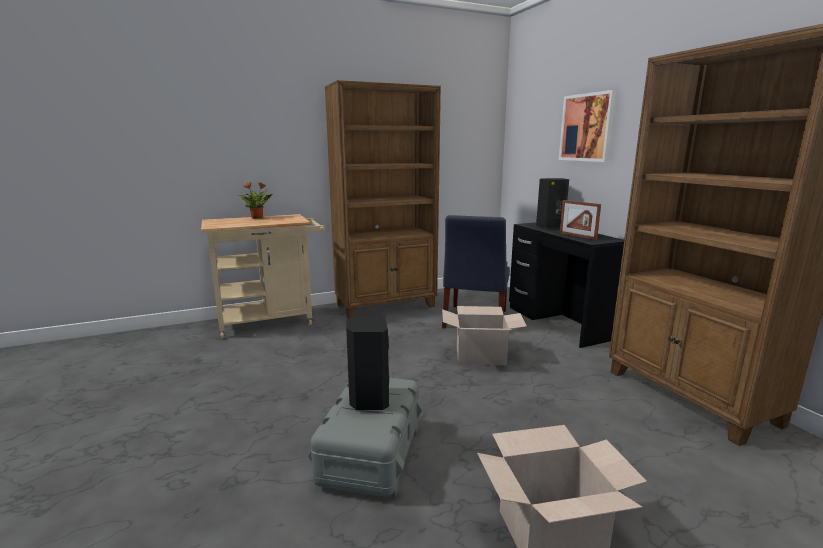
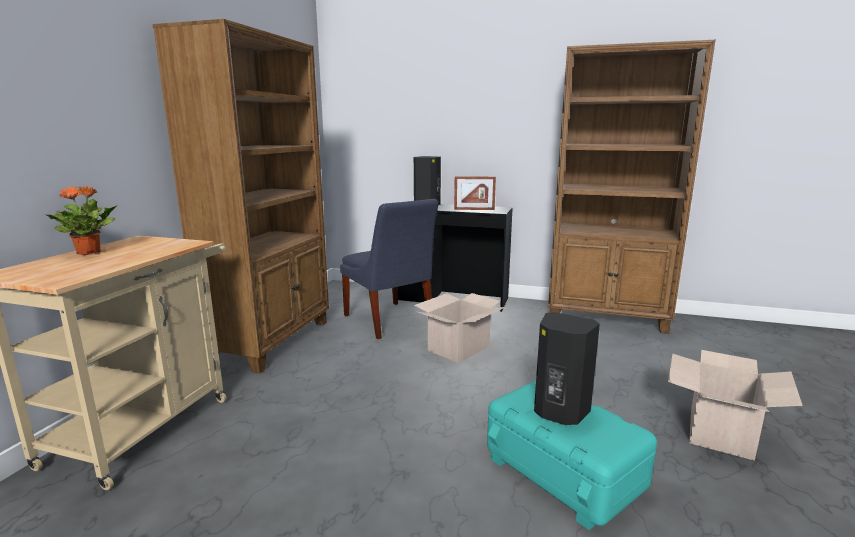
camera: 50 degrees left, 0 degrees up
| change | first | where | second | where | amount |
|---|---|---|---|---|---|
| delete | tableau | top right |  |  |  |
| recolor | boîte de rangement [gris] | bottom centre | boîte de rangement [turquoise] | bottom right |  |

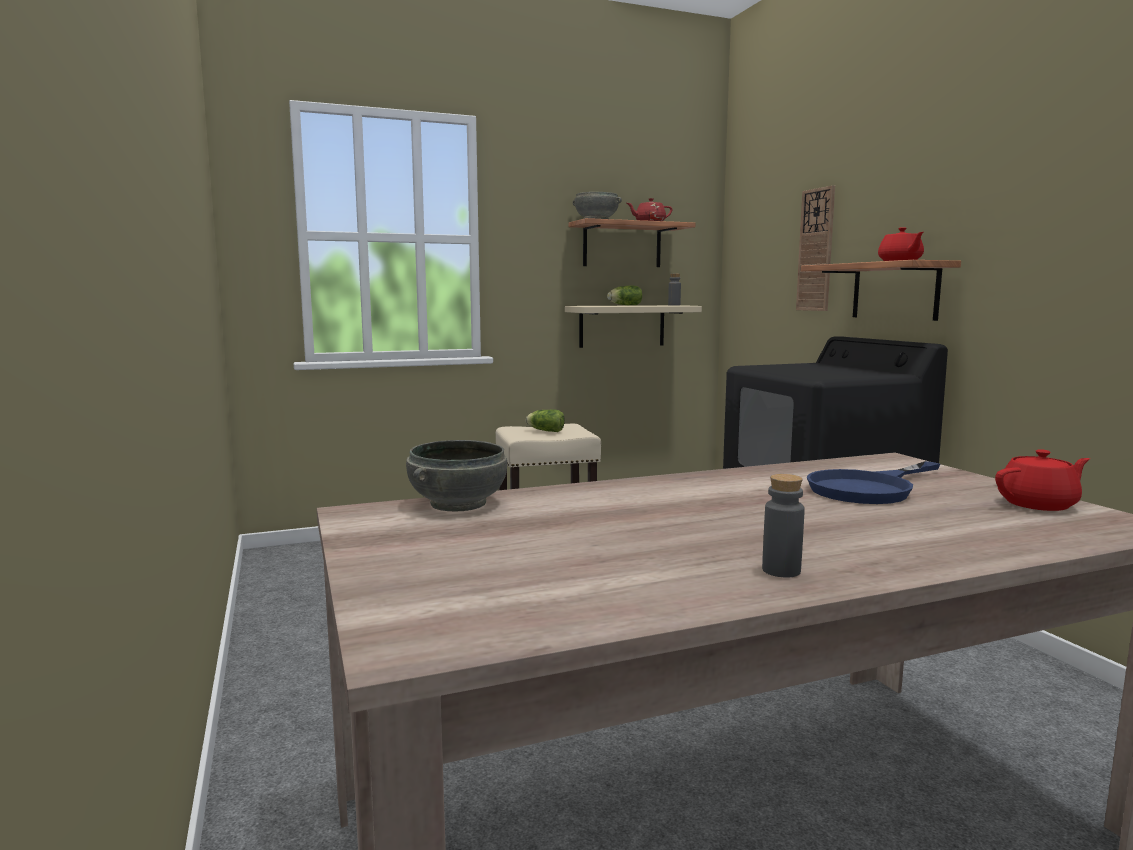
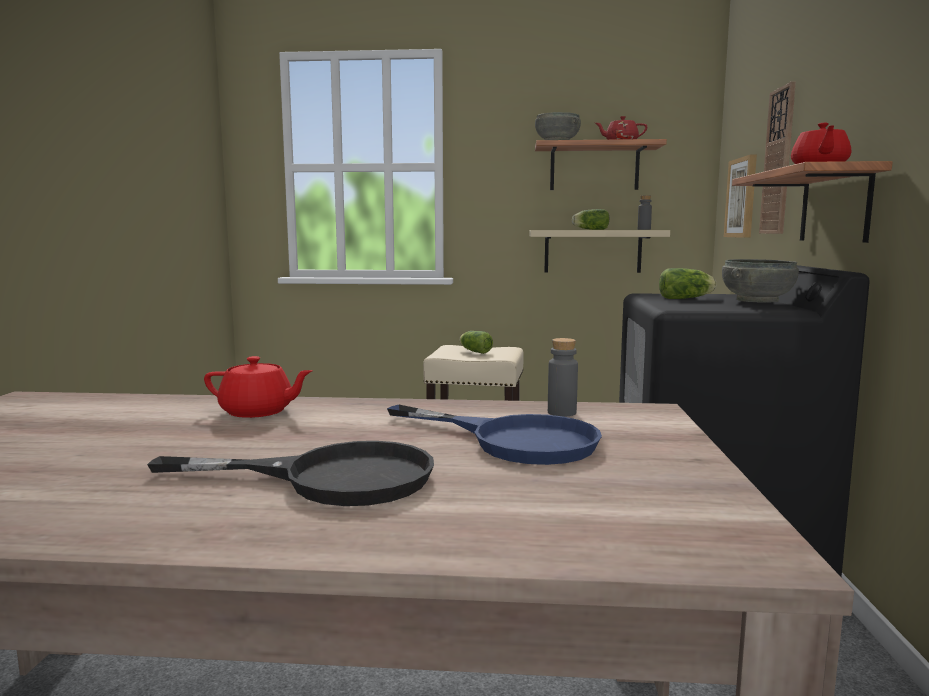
camera: 25 degrees right, 0 degrees up
| change | first | where | second | where | amount |
|---|---|---|---|---|---|
| insert |  |  | poêle [noir] | bottom left |  |
| insert |  |  | laitue (3rd from left) | middle right |  |
| insert |  |  | tableau | top right |  |
| move | bol [gris] (1st from left in the first image) | centre | bol [gris] (2nd from left) | middle right |  |
| move | bouteille [gris] (2nd from left in the first image) | middle right | bouteille [gris] (1st from left) | centre |  |
| move | théière [rouge] (3rd from left in the first image) | middle right | théière [rouge] (1st from left) | middle left |  |
| rotate | poêle [bleu] | middle right |  | centre | 135 degrees counterclockwise |

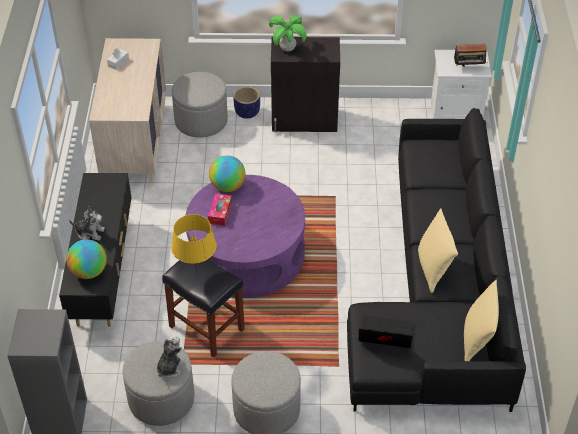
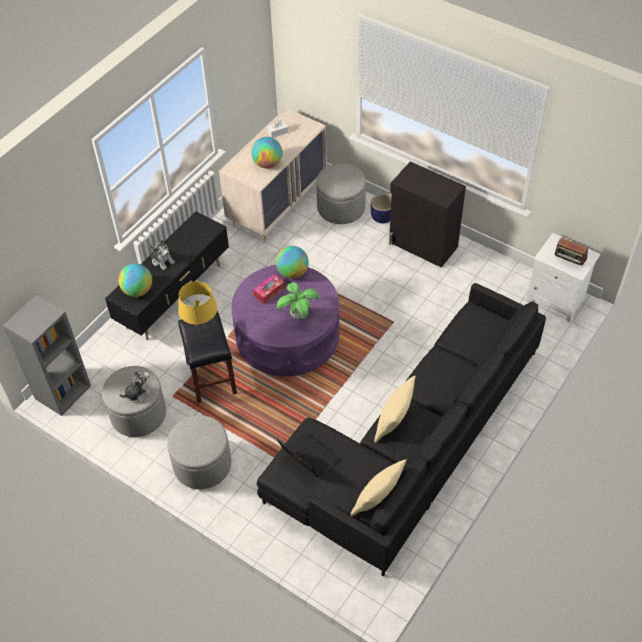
camera: 35 degrees right, 5 degrees up
| change | first | where | second | where | amount |
|---|---|---|---|---|---|
| insert |  |  | globe (2nd from left) | top centre |  |
| move | plante en pot | top centre |  | centre |  |

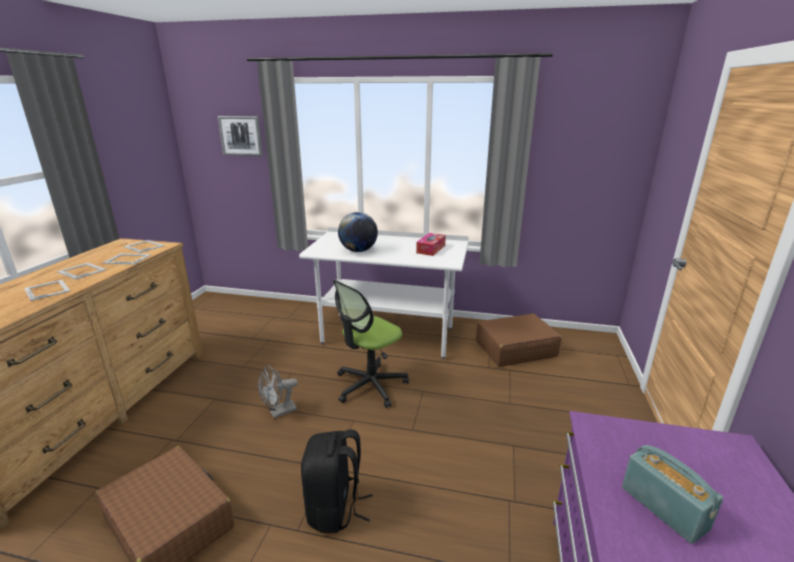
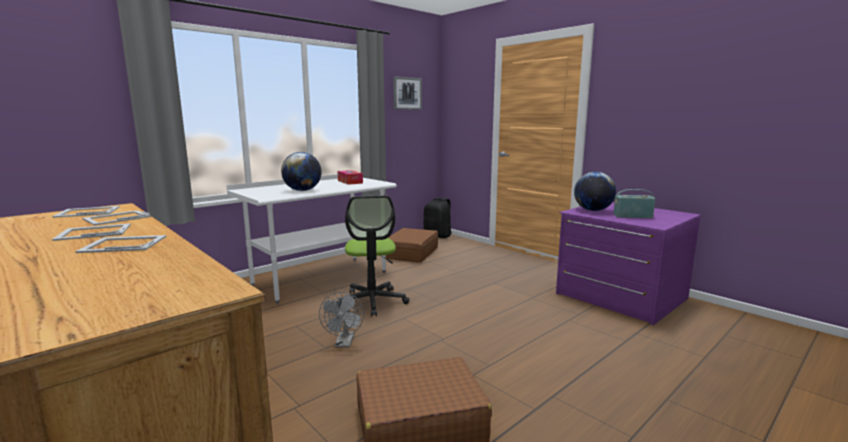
camera: 55 degrees left, 10 degrees down
| change | first | where | second | where | amount |
|---|---|---|---|---|---|
| insert |  |  | globe (2nd from left) | middle right |  |
| move | tableau | top left |  | top centre |  |
| move | sac à dos [noir] | bottom centre |  | centre |  |

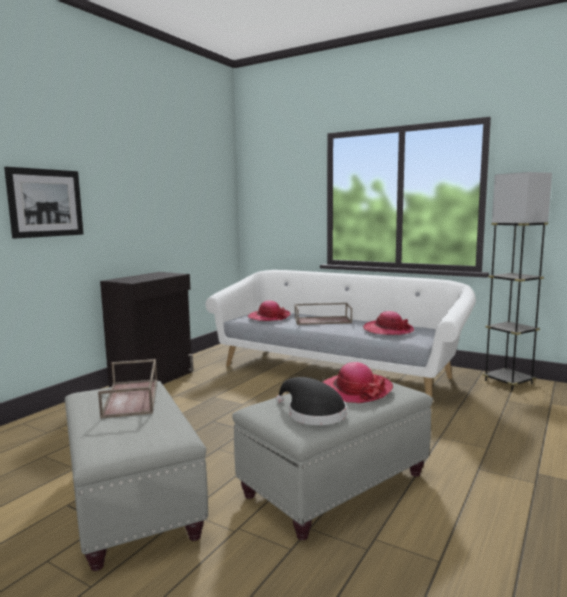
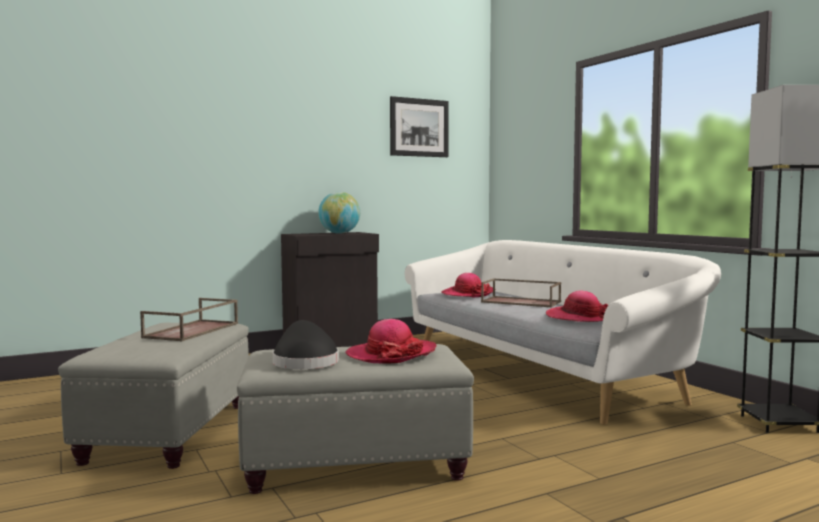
camera: 30 degrees right, 5 degrees down
| change | first | where | second | where | amount |
|---|---|---|---|---|---|
| insert |  |  | globe | centre |  |
| move | tableau | middle left |  | top centre |  |

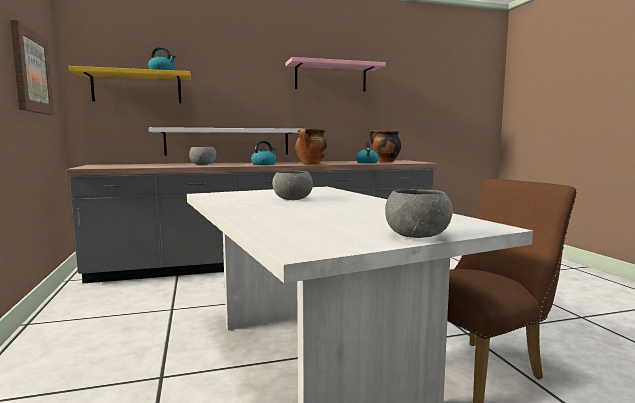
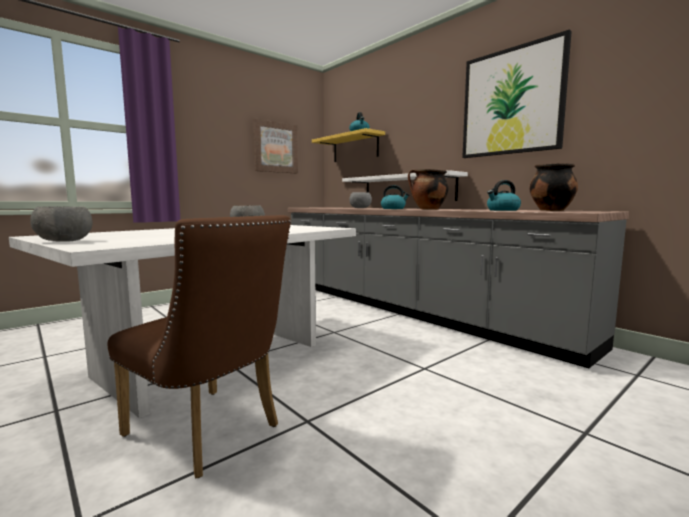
camera: 65 degrees right, 0 degrees up
| change | first | where | second | where | amount |
|---|---|---|---|---|---|
| replace | étagère [rose] | top centre | tableau (2nd from left) | top right |  |

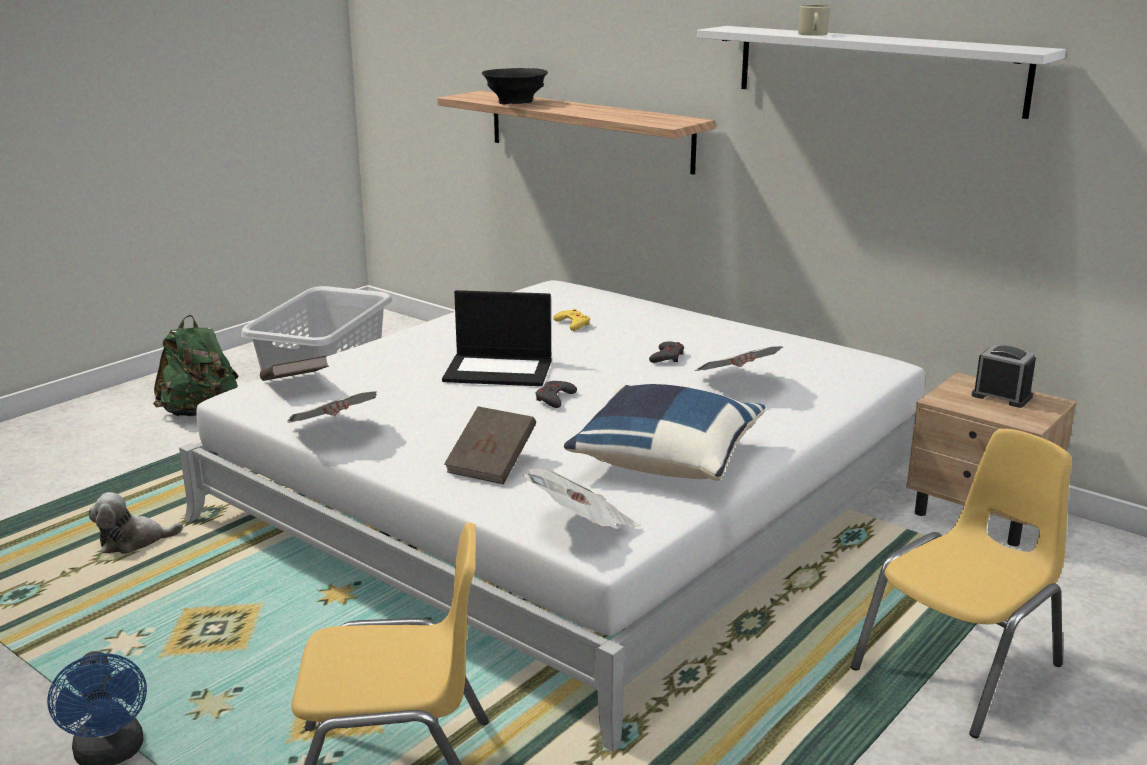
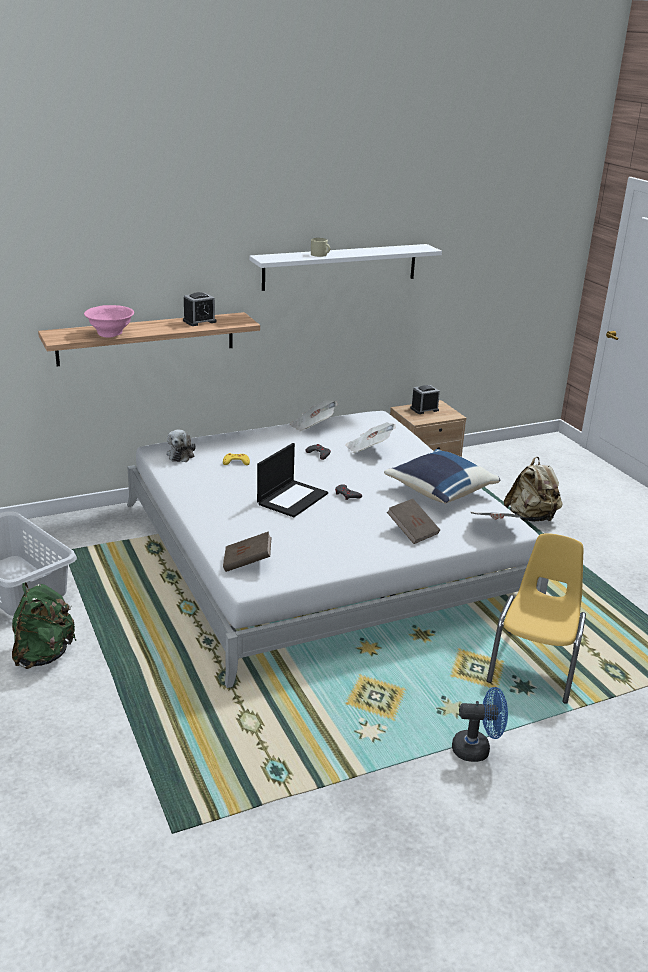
camera: 65 degrees left, 5 degrees up
| change | first | where | second | where | amount |
|---|---|---|---|---|---|
| insert |  |  | réveil (1st from left) | top left |  |
| move | peluche | bottom left |  | middle left |  |
| move | journal (1st from left) | middle left |  | centre |  |
| replace | chaise [jaune] (2nd from left) | bottom right | sac à dos [beige] | middle right |  |
| recolor | bol [noir] | top centre | bol [rose] | top left |  |

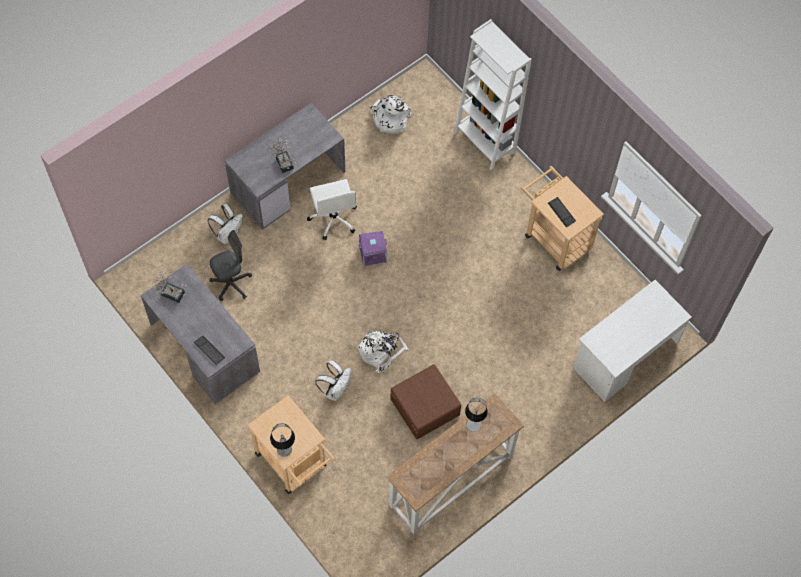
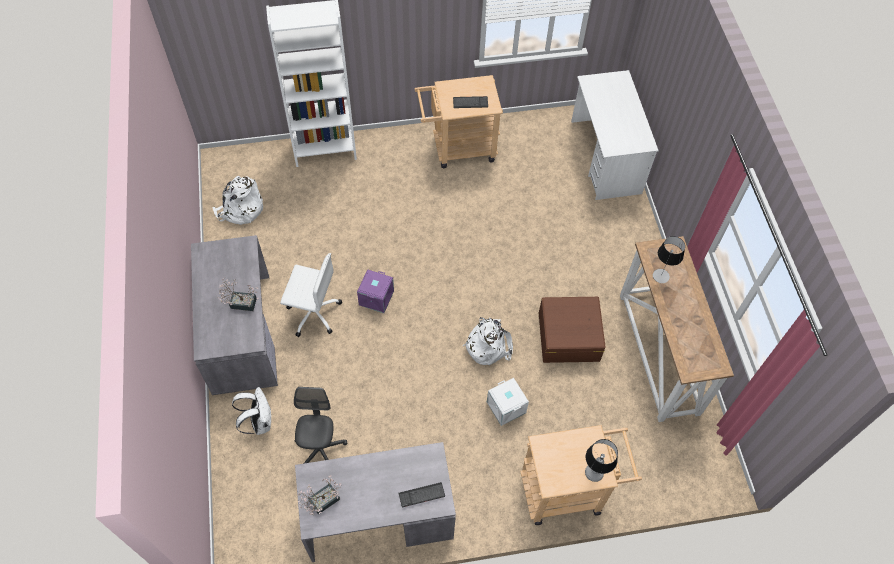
camera: 60 degrees left, 5 degrees down
| change | first | where | second | where | amount |
|---|---|---|---|---|---|
| replace | sac à dos [blanc] (2nd from left) | centre | boîte de rangement [blanc] | bottom centre |  |

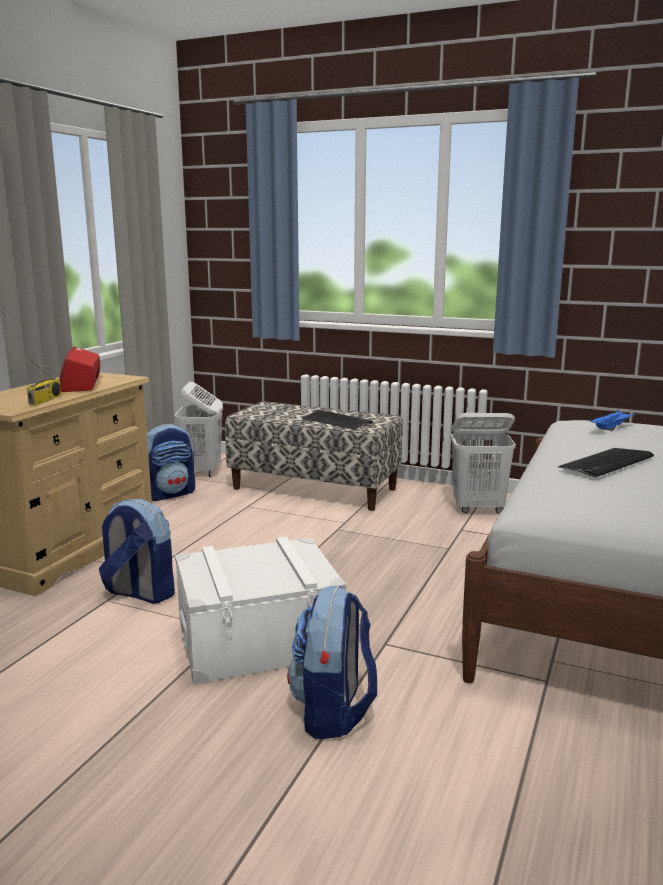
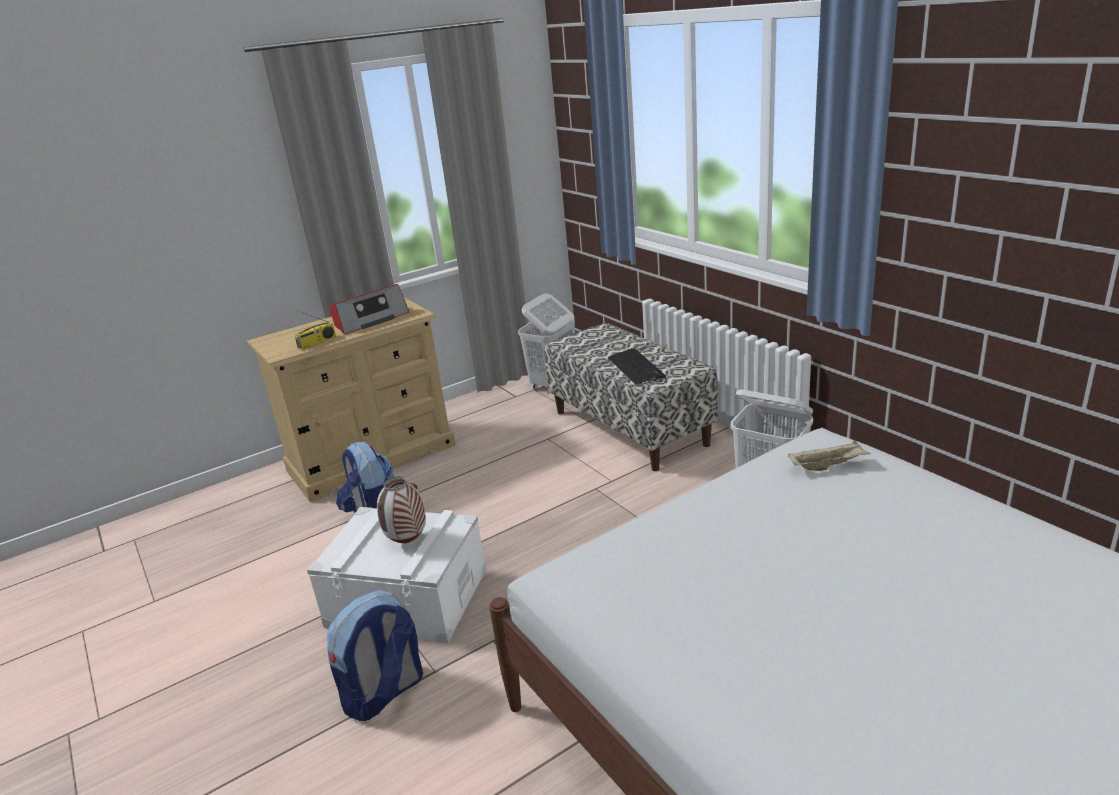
camera: 35 degrees right, 10 degrees up
| change | first | where | second | where | amount |
|---|---|---|---|---|---|
| delete | sac à dos (2nd from left) | middle left |  |  |  |
| delete | clavier (2nd from left) | middle right |  |  |  |
| insert |  |  | vase | centre |  |
| recolor | plateau [bleu] | middle right | plateau [beige] | middle right |  |
| rotate | radio (2nd from left) | middle left |  | middle left | 150 degrees counterclockwise |

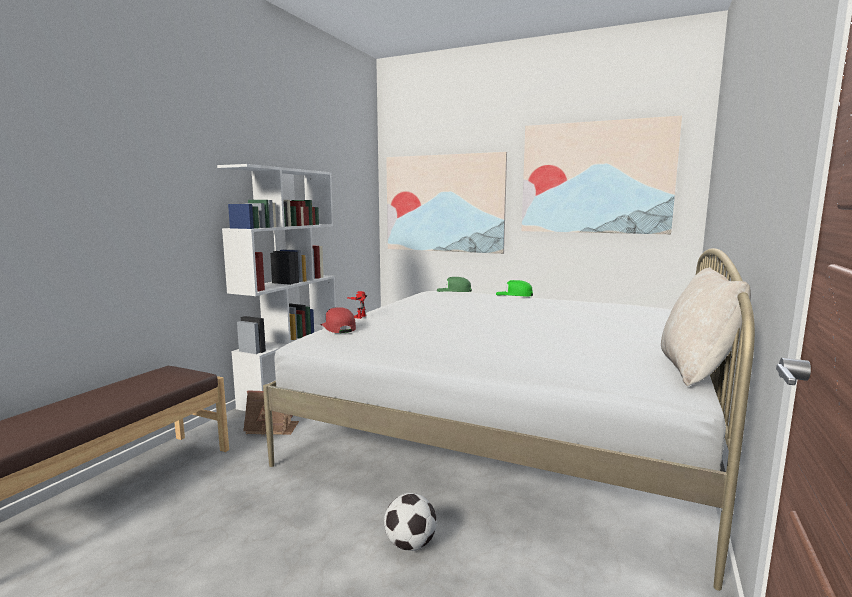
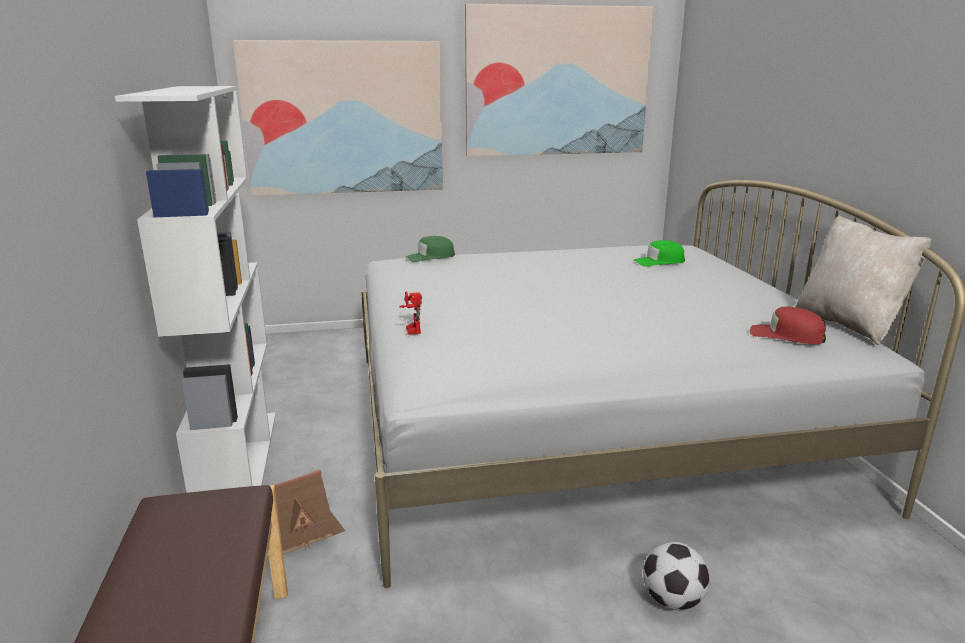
camera: 35 degrees left, 10 degrees up
| change | first | where | second | where | amount |
|---|---|---|---|---|---|
| move | casquette [rouge] | centre |  | middle right |  |
| move | casquette [vert] (2nd from left) | centre |  | middle right |  |

